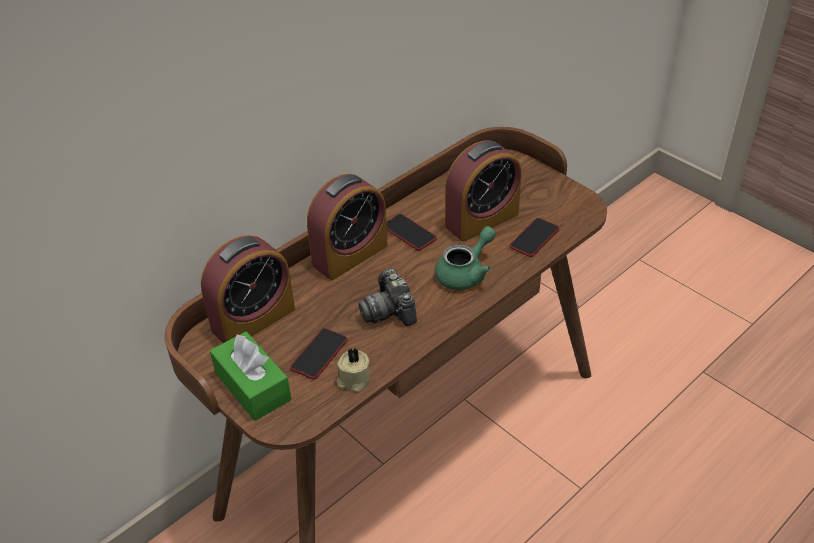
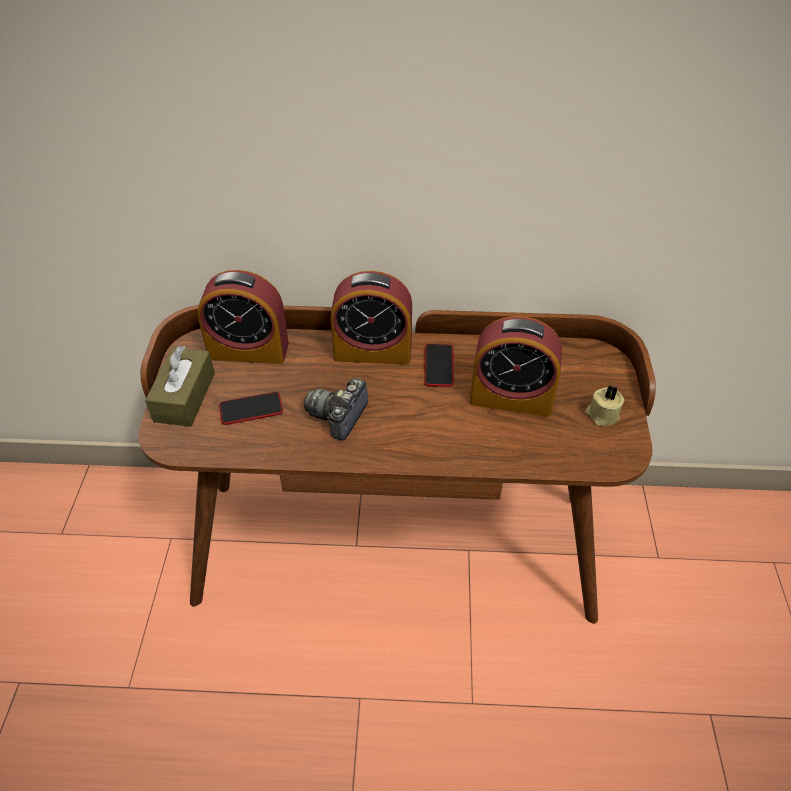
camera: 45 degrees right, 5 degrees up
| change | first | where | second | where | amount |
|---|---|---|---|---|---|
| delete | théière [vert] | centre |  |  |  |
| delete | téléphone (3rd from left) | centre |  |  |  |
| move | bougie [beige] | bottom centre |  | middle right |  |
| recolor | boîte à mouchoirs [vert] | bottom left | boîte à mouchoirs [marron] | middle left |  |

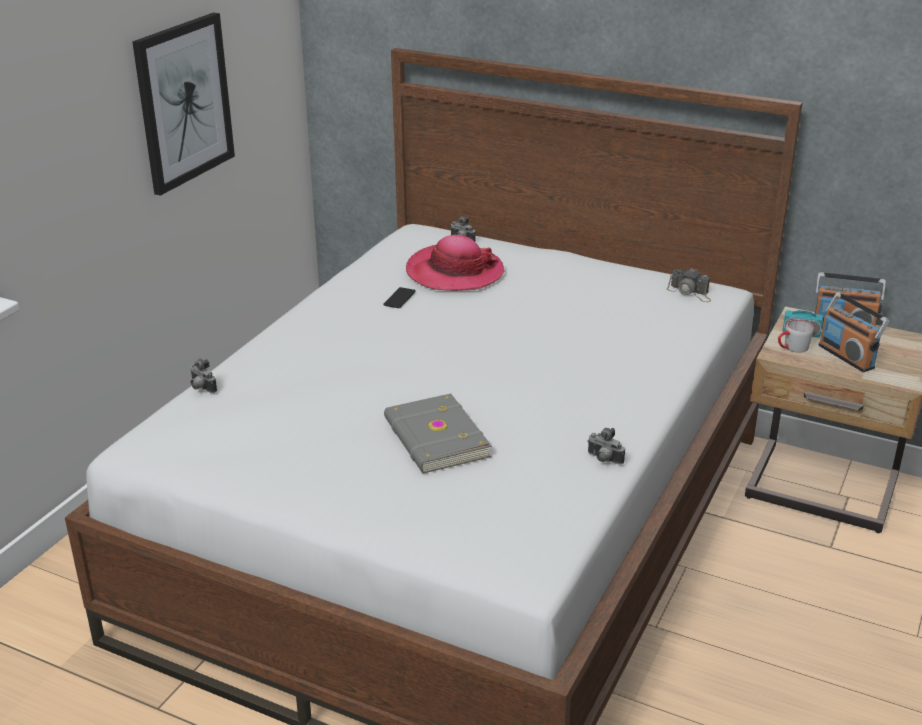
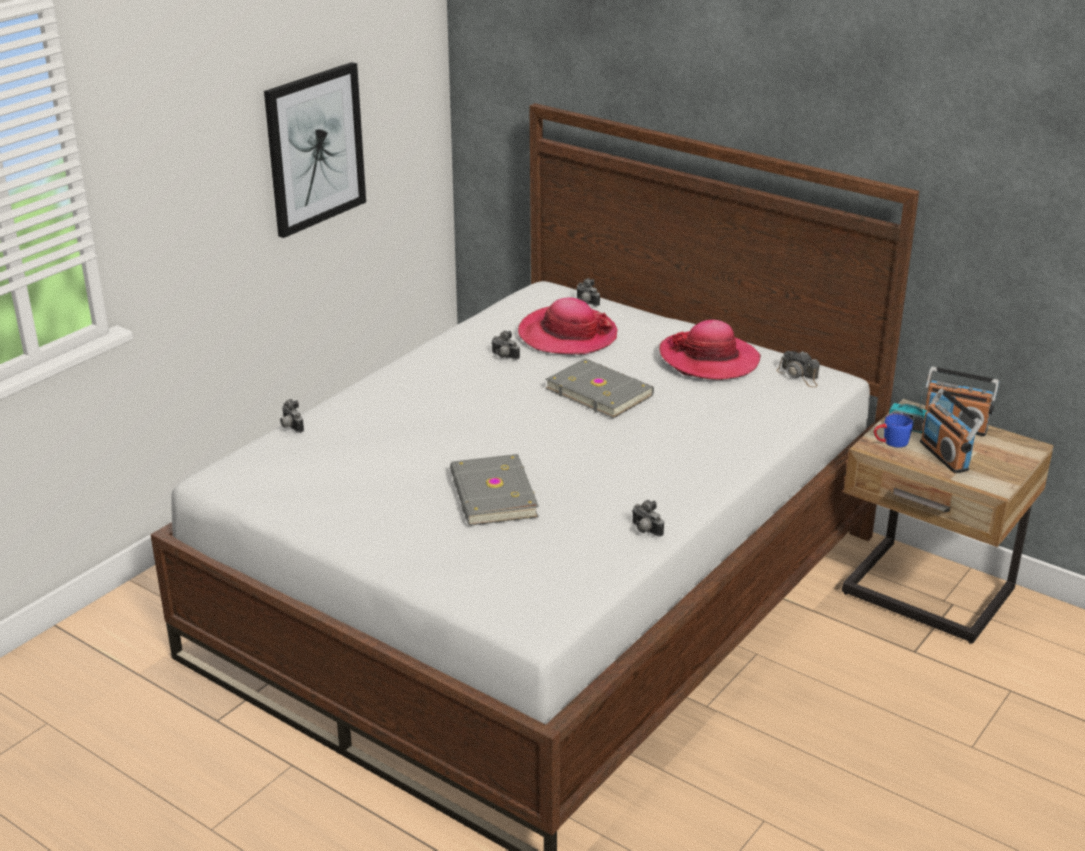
camera: 10 degrees right, 0 degrees up
| change | first | where | second | where | amount |
|---|---|---|---|---|---|
| insert |  |  | livre [gris] (2nd from left) | centre |  |
| insert |  |  | chapeau (2nd from left) | centre |  |
| replace | téléphone | centre | appareil photo (2nd from left) | centre |  |
| recolor | mug [gris] | middle right | mug [bleu] | middle right |  |

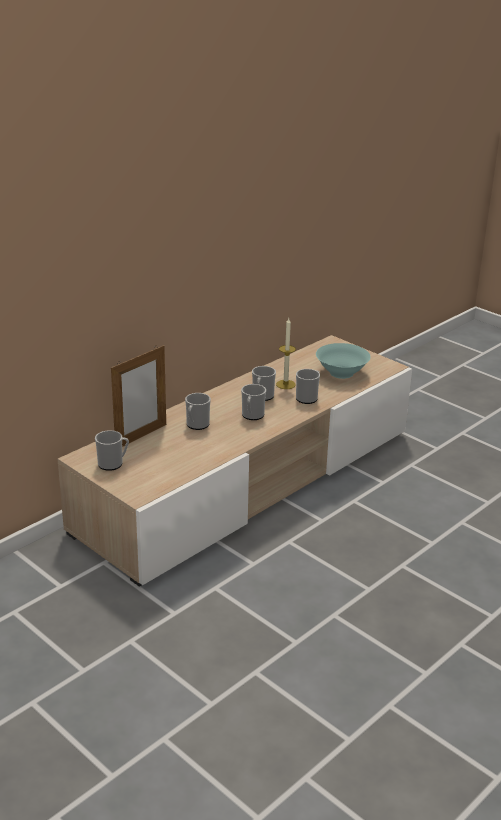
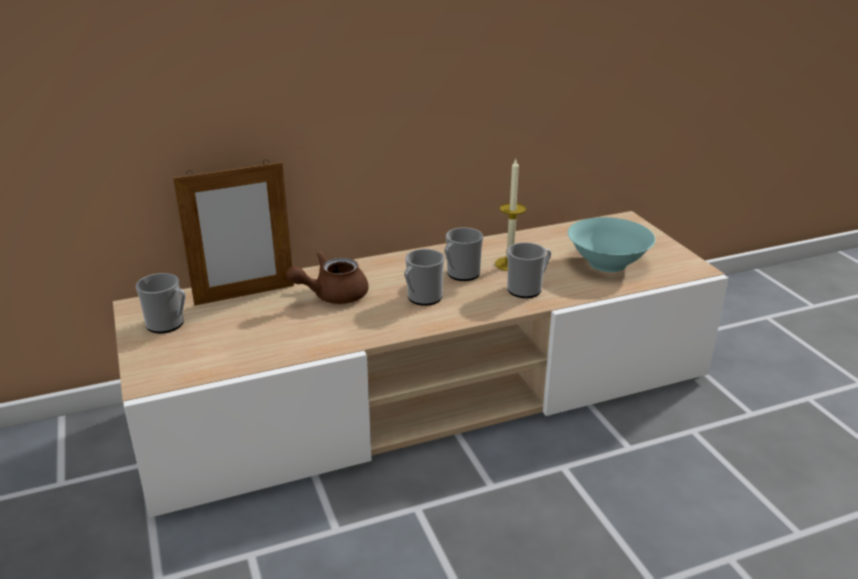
camera: 25 degrees right, 0 degrees up
| change | first | where | second | where | amount |
|---|---|---|---|---|---|
| replace | mug (2nd from left) | centre | théière [marron] | centre |  |

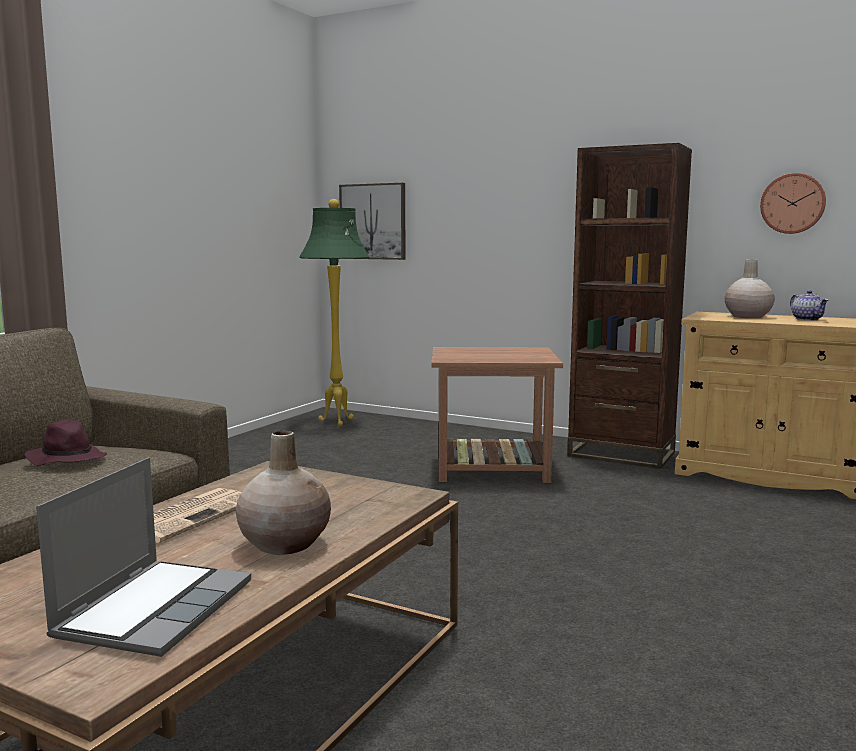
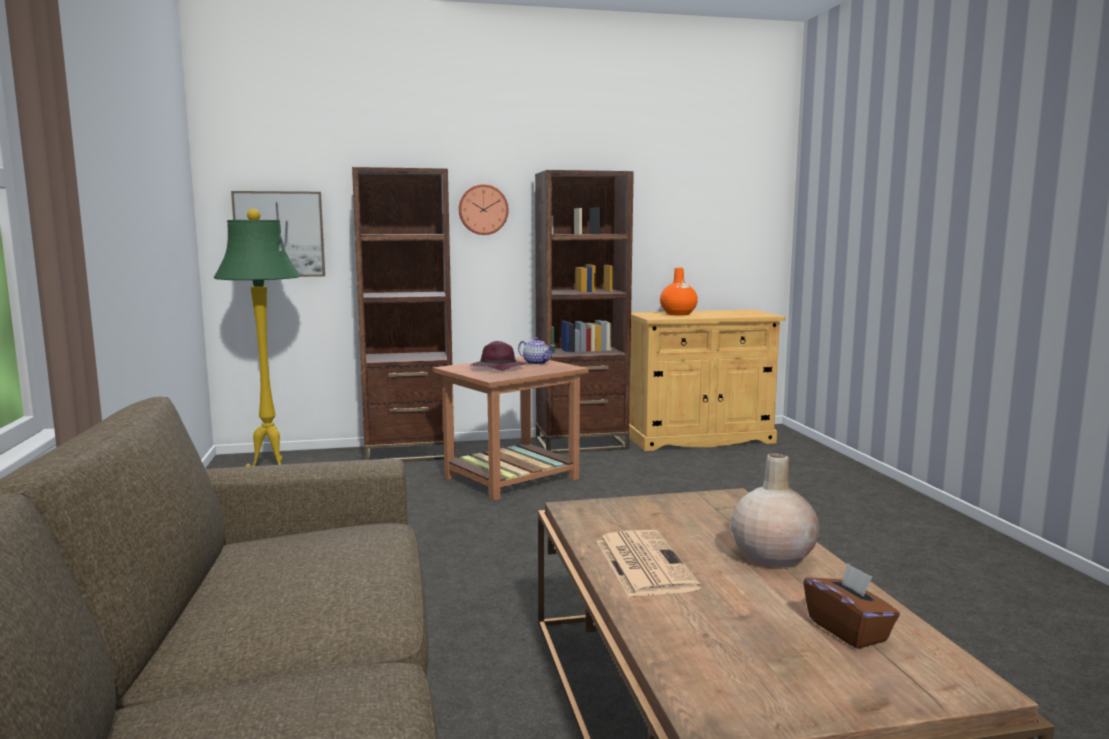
camera: 40 degrees left, 0 degrees up
| change | first | where | second | where | amount |
|---|---|---|---|---|---|
| insert |  |  | bibliothèque [marron] (1st from left) | centre |  |
| move | chapeau [violet] | middle left |  | centre |  |
| move | horloge murale | top right |  | top centre |  |
| move | théière | middle right |  | centre |  |
| replace | ordinateur portable | bottom left | boîte à mouchoirs [marron] | bottom right |  |
| recolor | vase [beige] (2nd from left) | middle right | vase [orange] | centre |  |

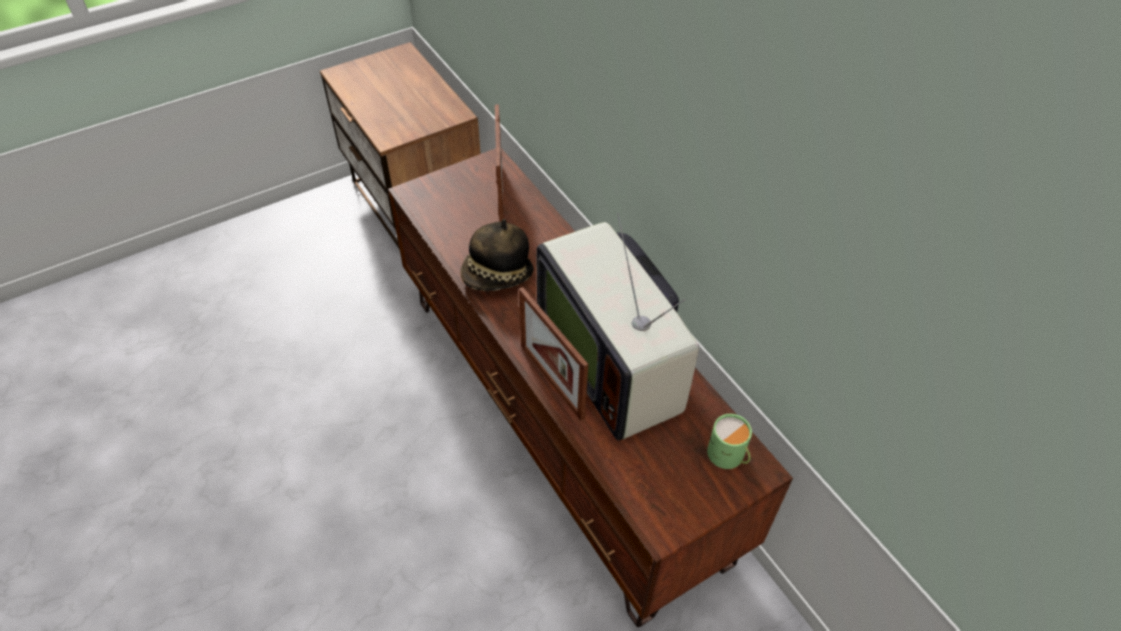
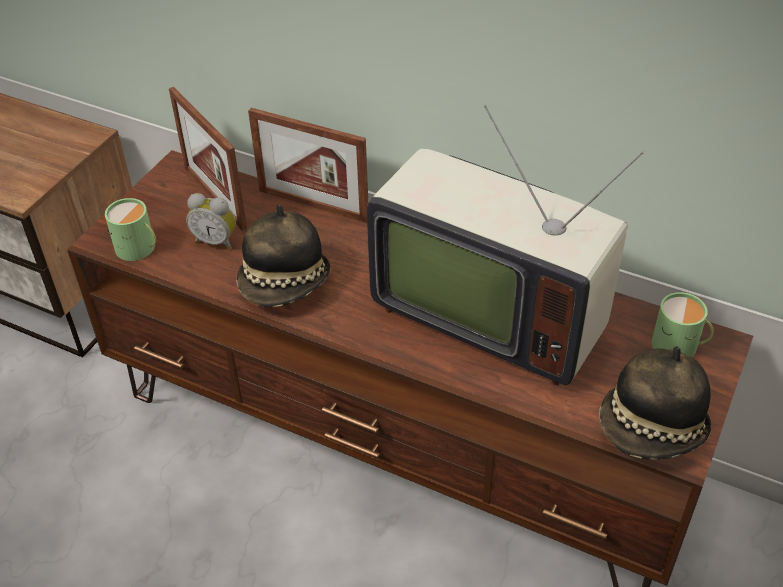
camera: 30 degrees left, 5 degrees down
| change | first | where | second | where | amount |
|---|---|---|---|---|---|
| insert |  |  | mug [vert] (1st from left) | middle left |  |
| insert |  |  | réveil | middle left |  |
| insert |  |  | chapeau (2nd from left) | bottom right |  |
| move | cadre photo (2nd from left) | centre |  | top centre |  |

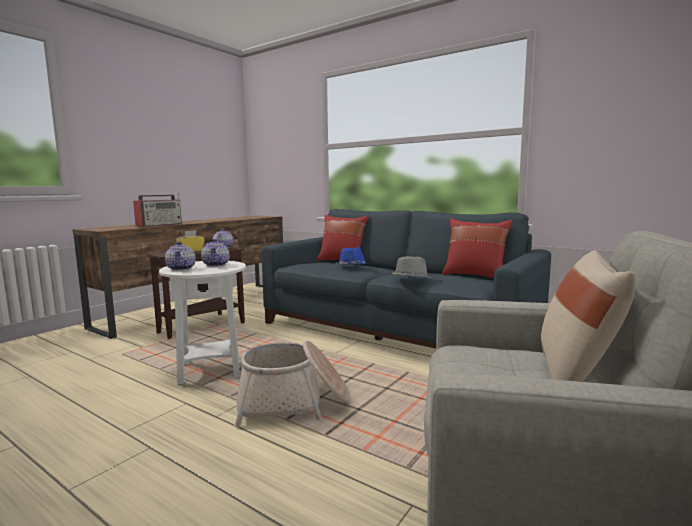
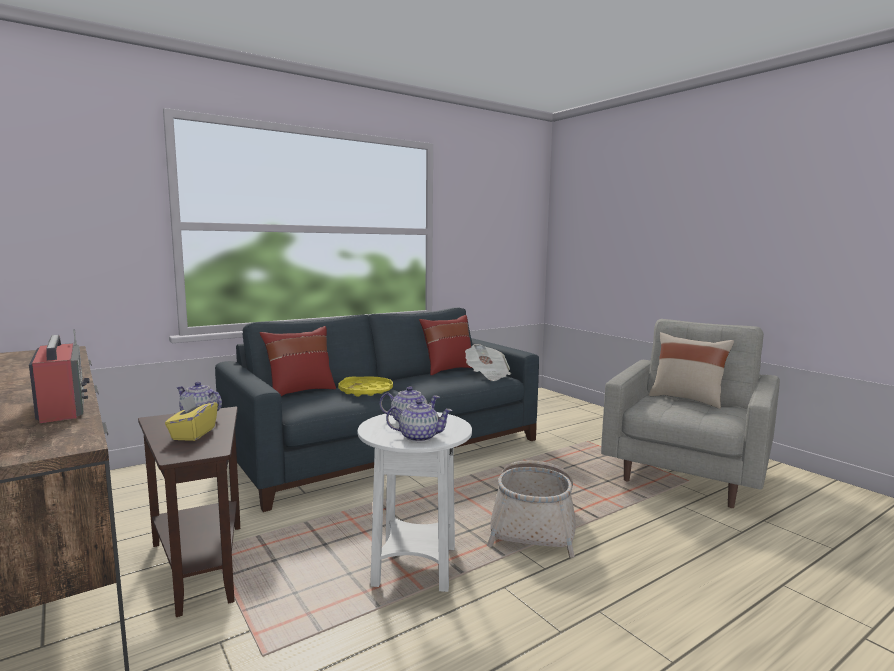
camera: 70 degrees left, 0 degrees up
| change | first | where | second | where | amount |
|---|---|---|---|---|---|
| delete | chapeau [gris] | centre |  |  |  |
| insert |  |  | journal | centre |  |
| replace | chapeau [bleu] | centre | plateau [jaune] | centre |  |

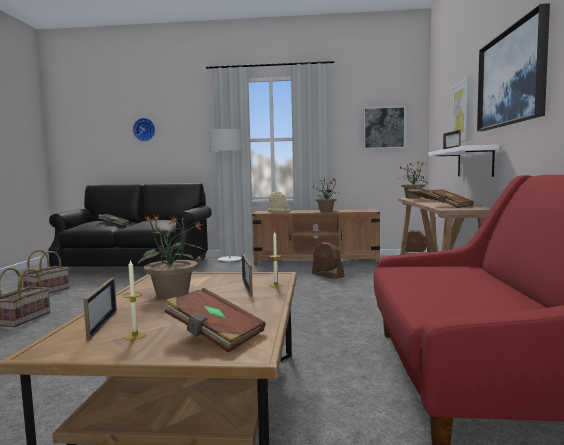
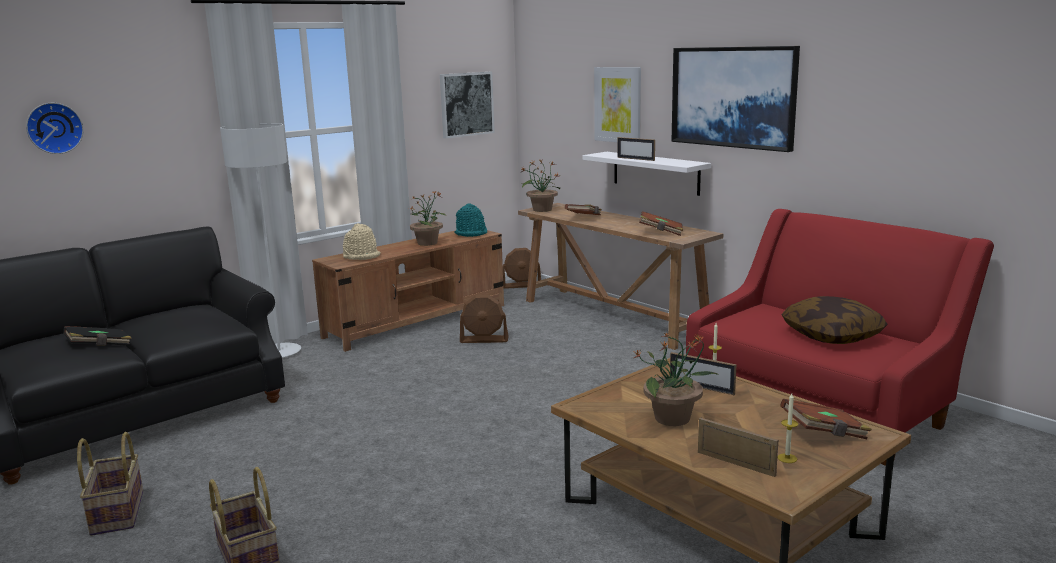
camera: 45 degrees left, 10 degrees up
| change | first | where | second | where | amount |
|---|---|---|---|---|---|
| insert |  |  | chapeau [turquoise] | centre |  |
| insert |  |  | coussin | middle right |  |

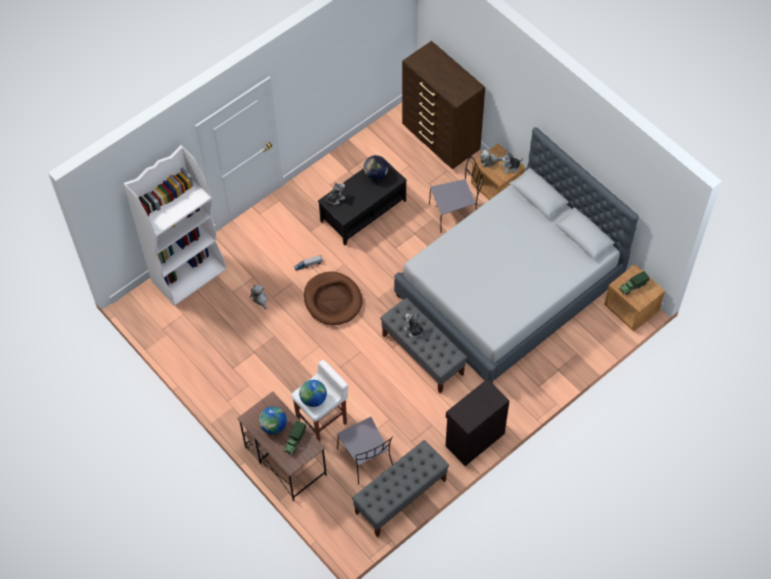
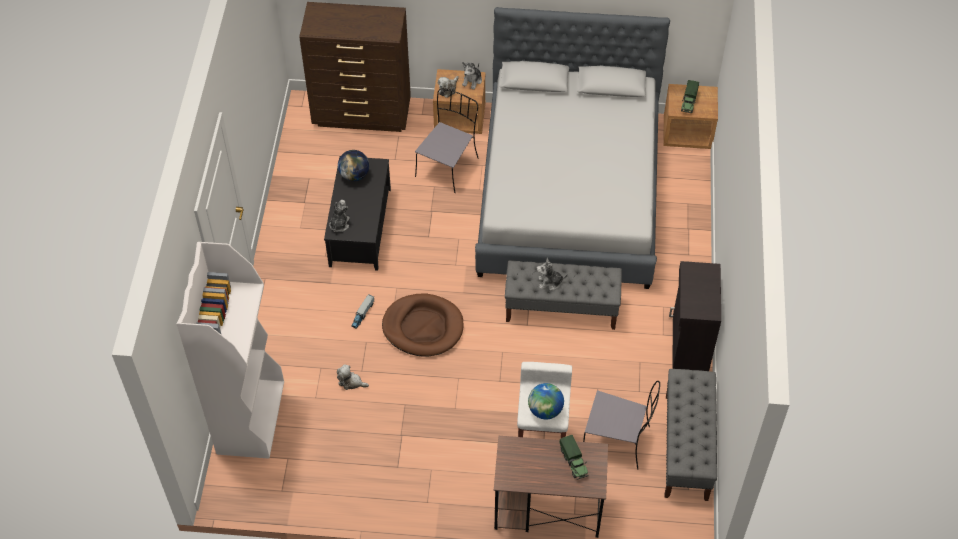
camera: 45 degrees left, 5 degrees down
| change | first | where | second | where | amount |
|---|---|---|---|---|---|
| delete | globe (1st from left) | bottom centre |  |  |  |

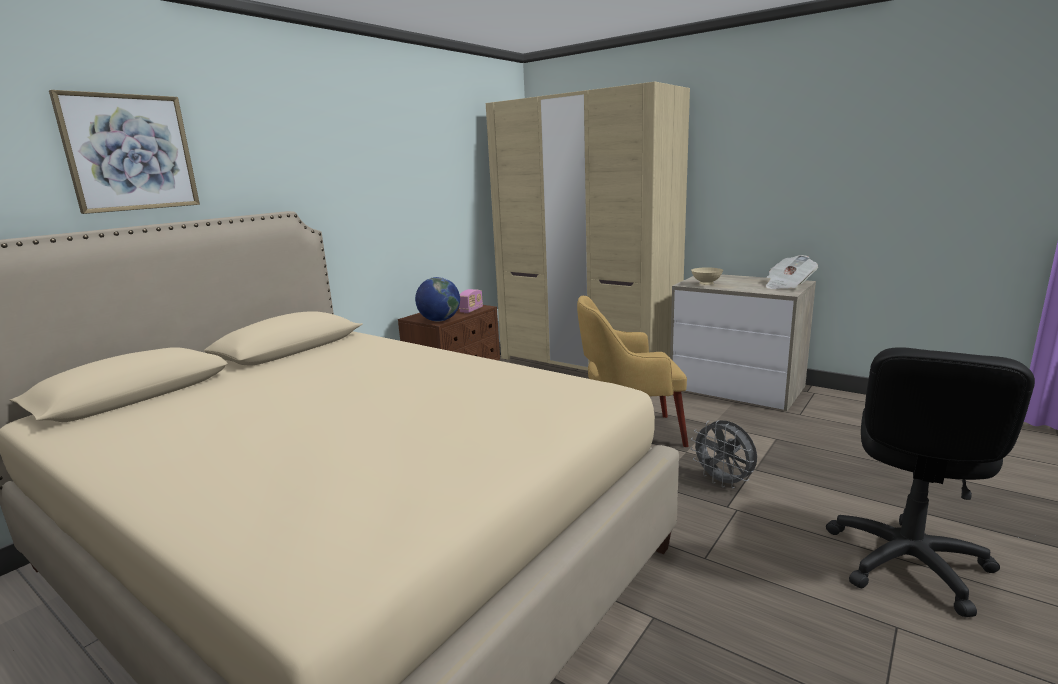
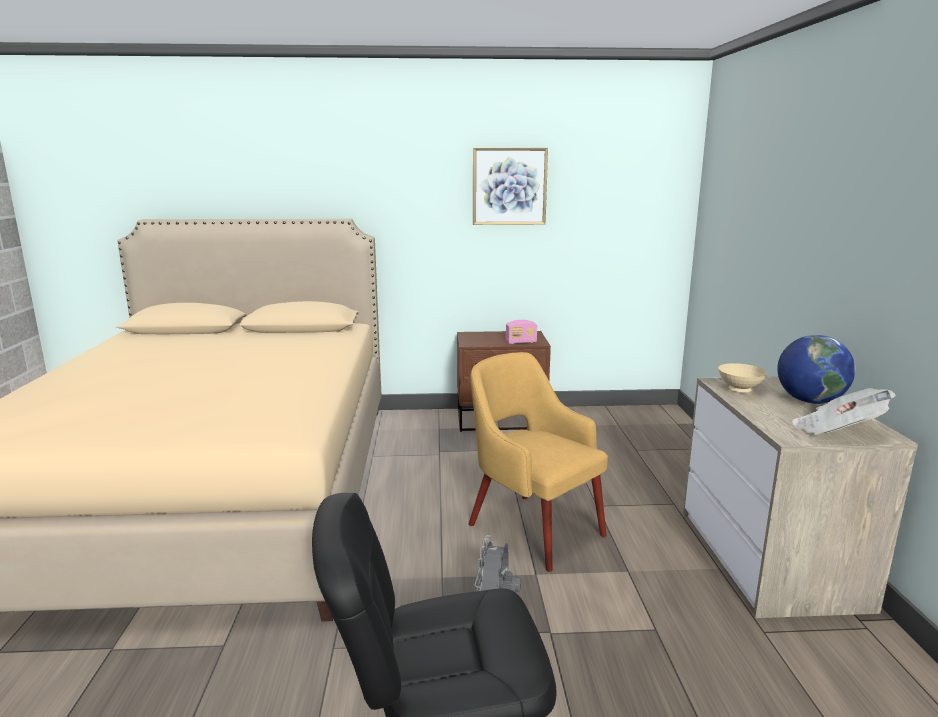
camera: 50 degrees right, 0 degrees up
| change | first | where | second | where | amount |
|---|---|---|---|---|---|
| delete | armoire [beige] | top centre |  |  |  |
| move | tableau | top left |  | top centre |  |
| move | globe | centre |  | middle right |  |

